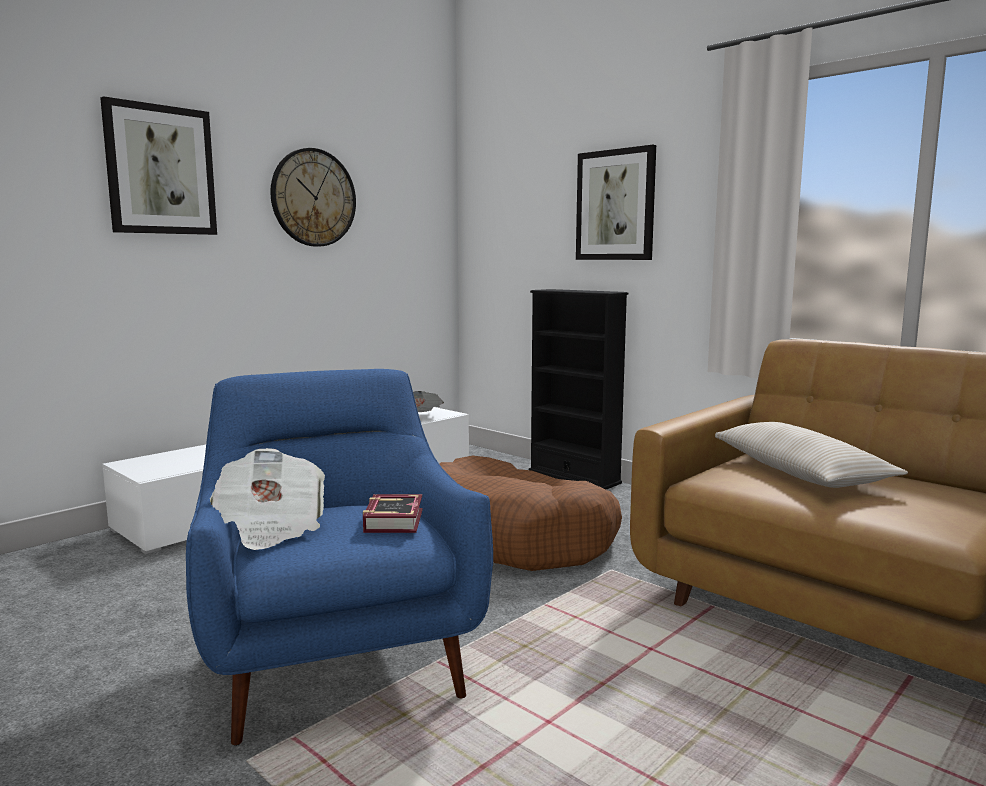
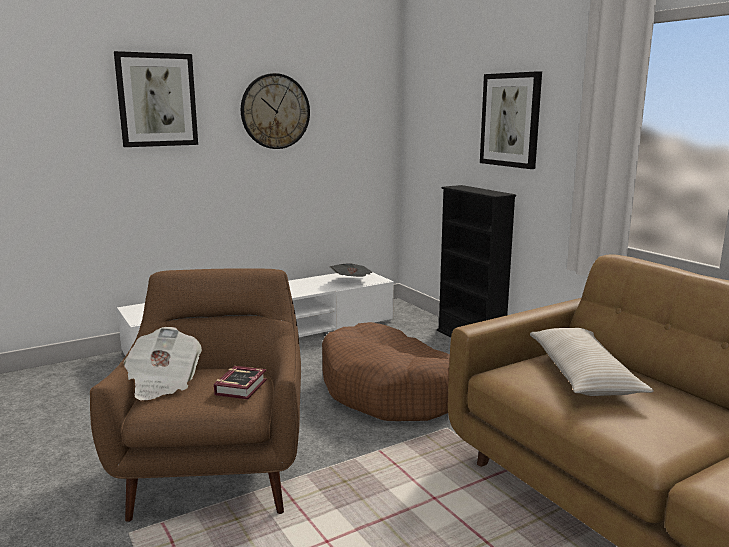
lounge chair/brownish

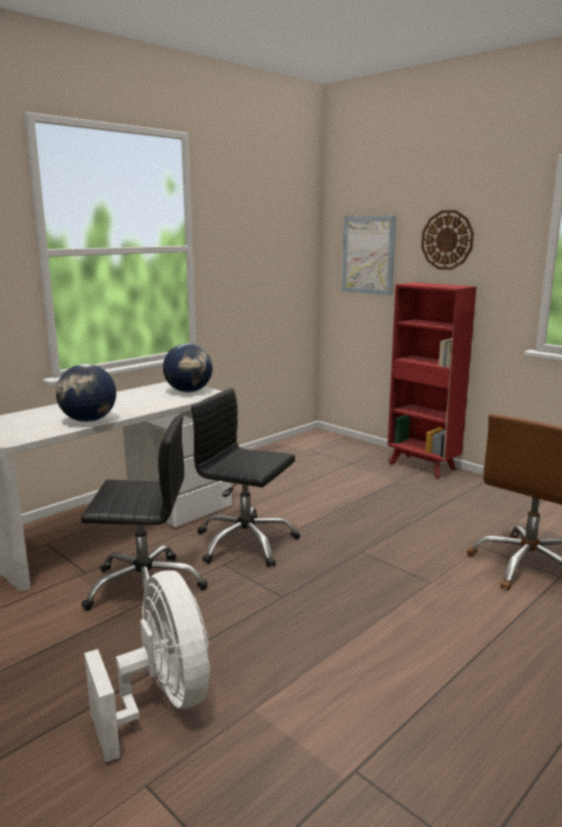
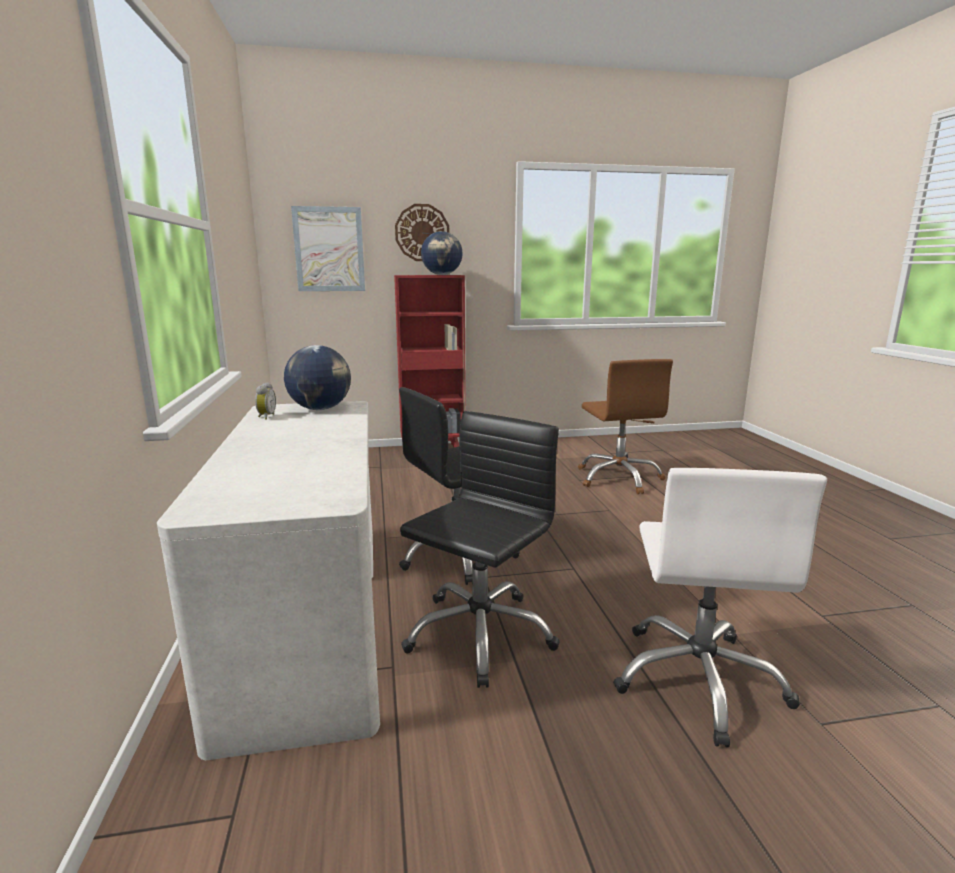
globe (2nd from left)
office chair/white
alarm clock

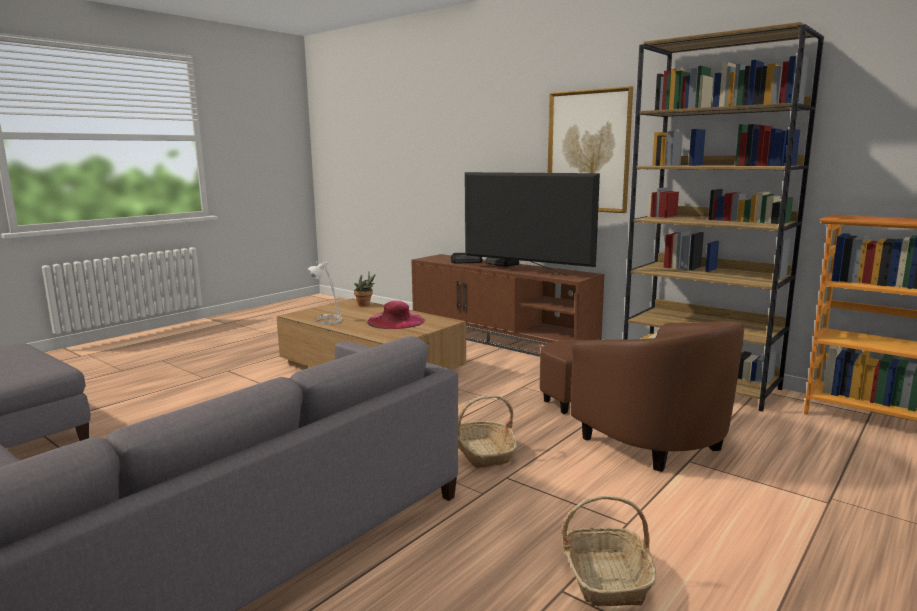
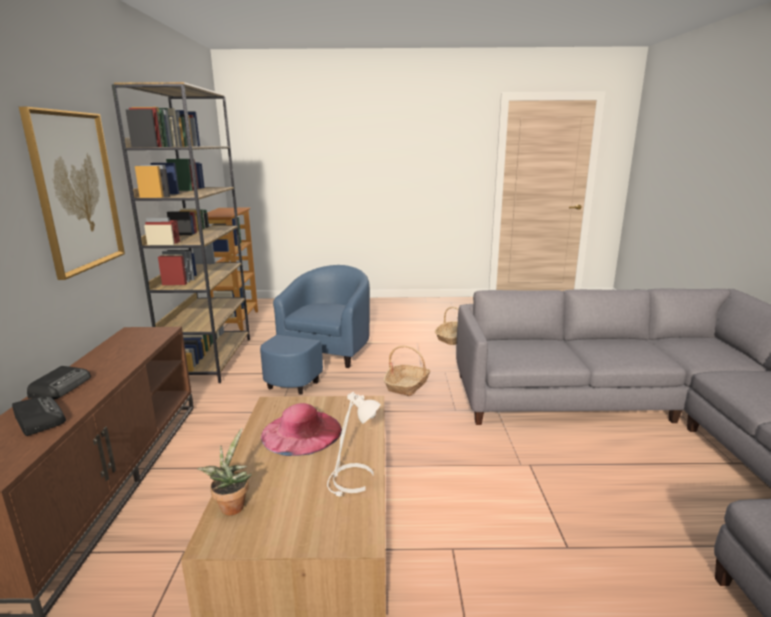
TV
lounge chair/blue

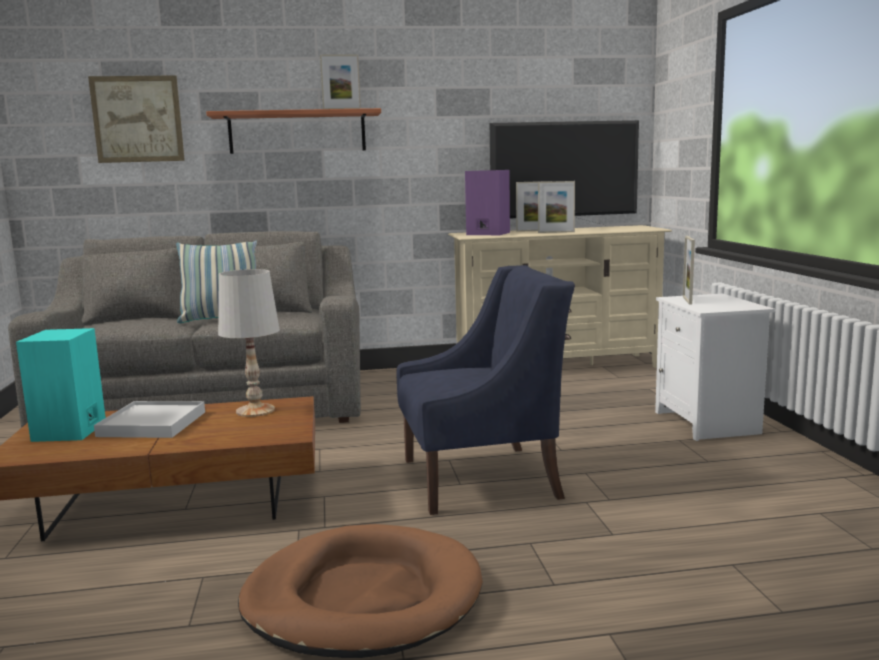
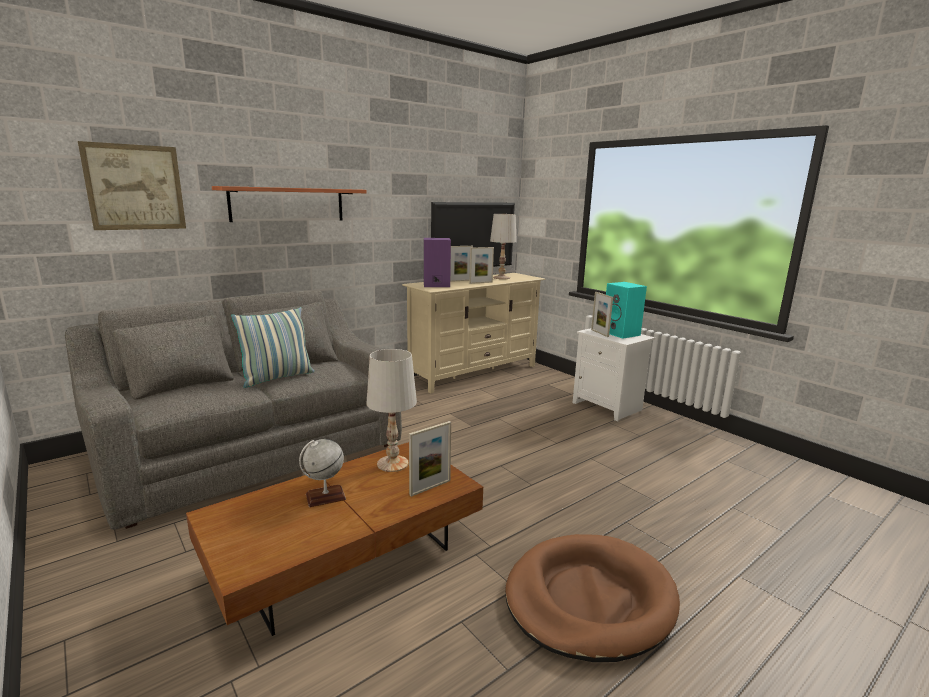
speaker/turquoise
globe
standing frame (1st from left)
lounge chair/blue
table lamp/white (2nd from left)

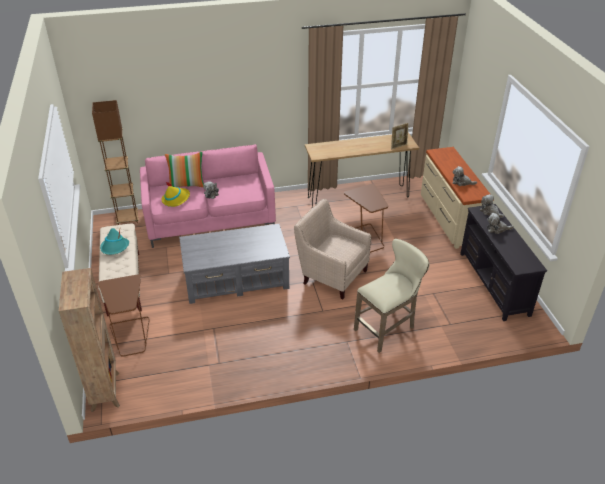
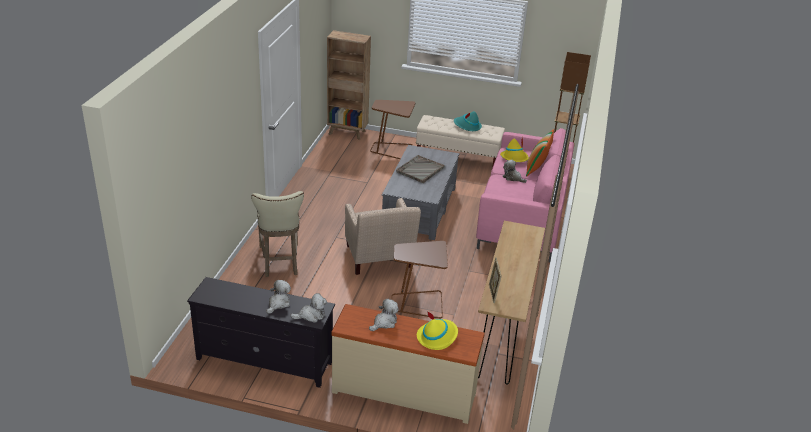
lounge chair/beige-coloured
carrying tray/grey
wearable hat/yellow-coloured (1st from left)

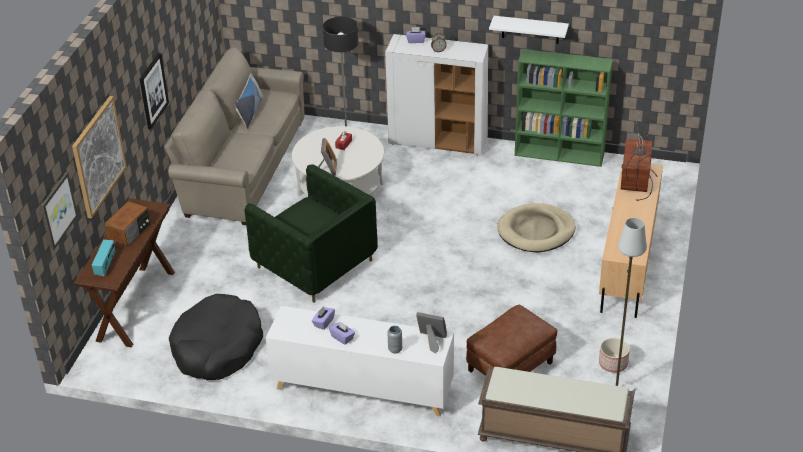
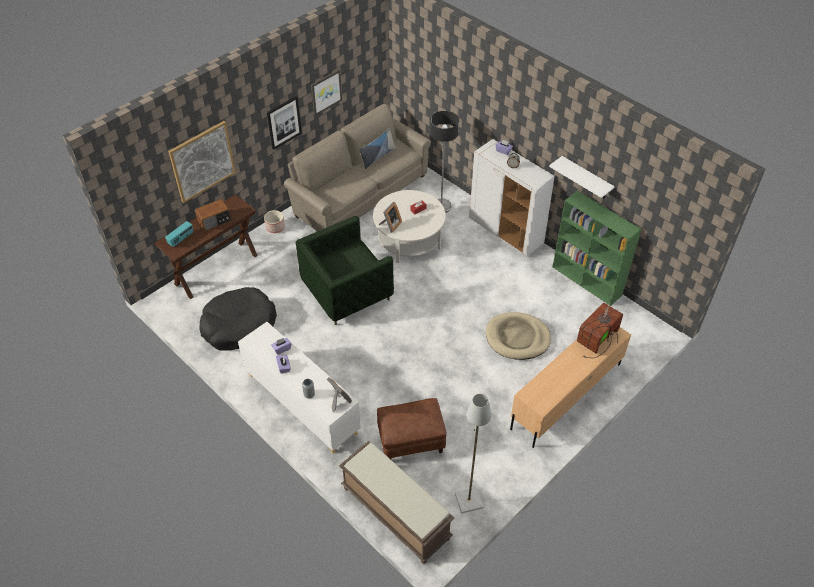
wall art (3rd from left)
lounge chair/greenish
plant pot

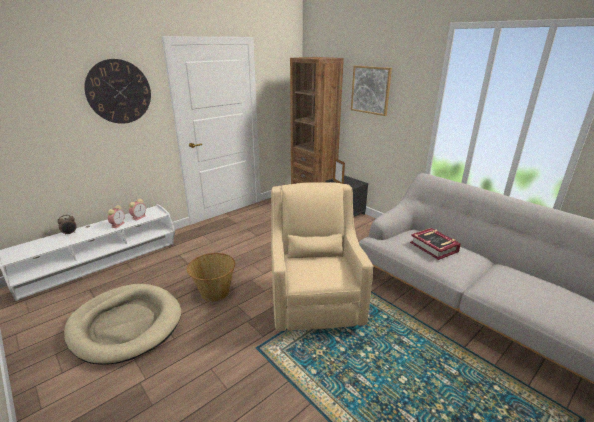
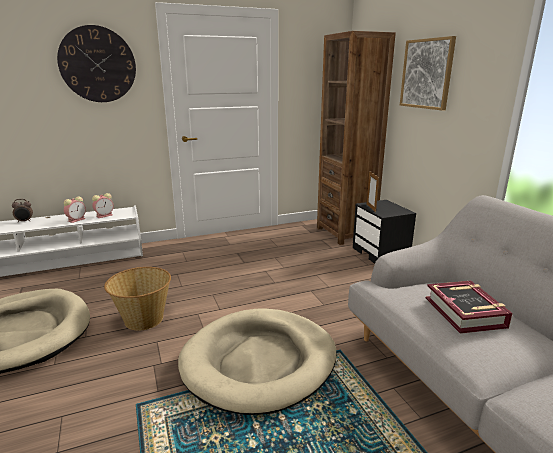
dog bed/beige-coloured (2nd from left)

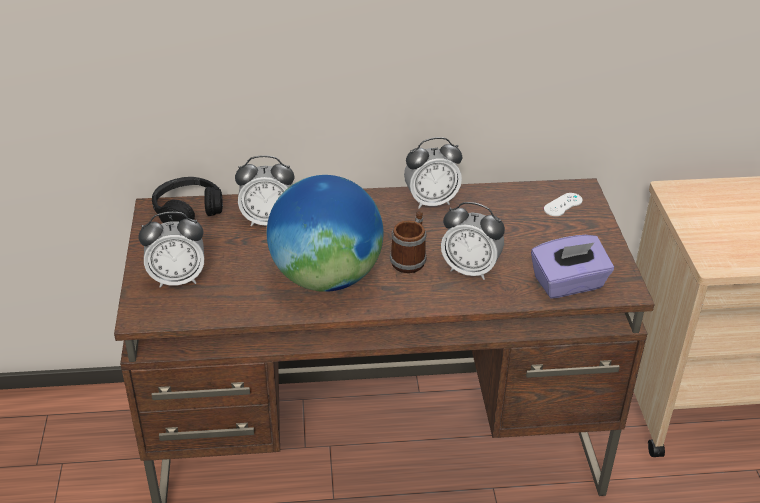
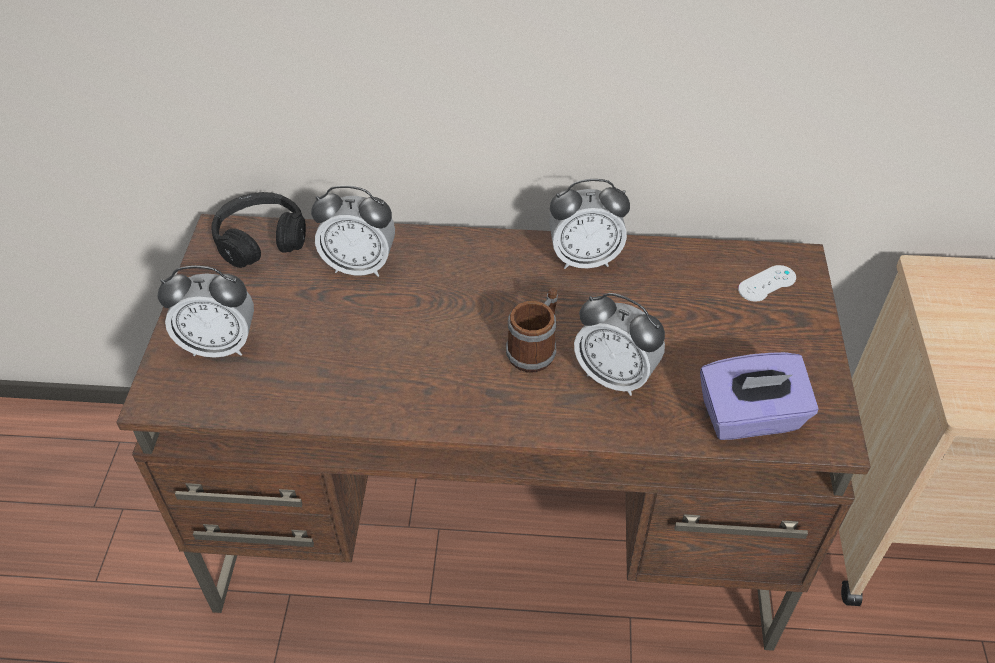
globe

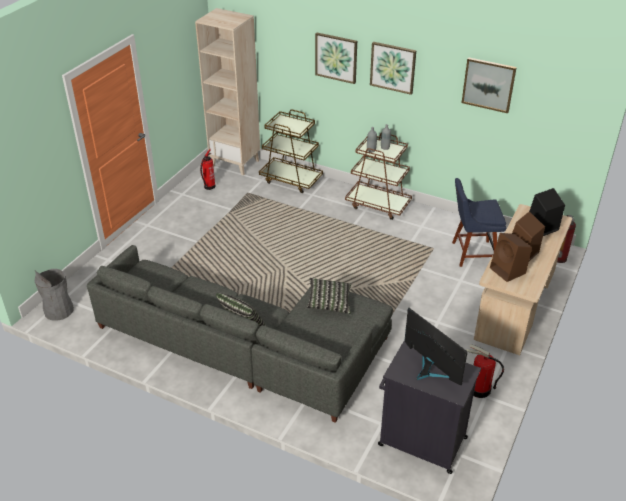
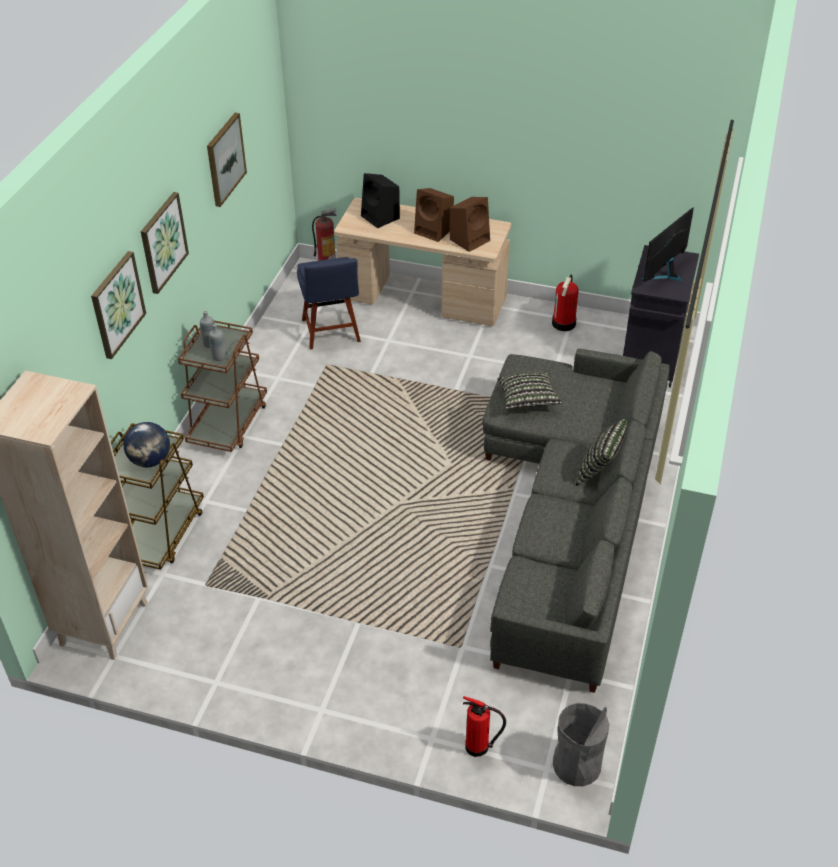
fire extinguisher (2nd from left)
globe

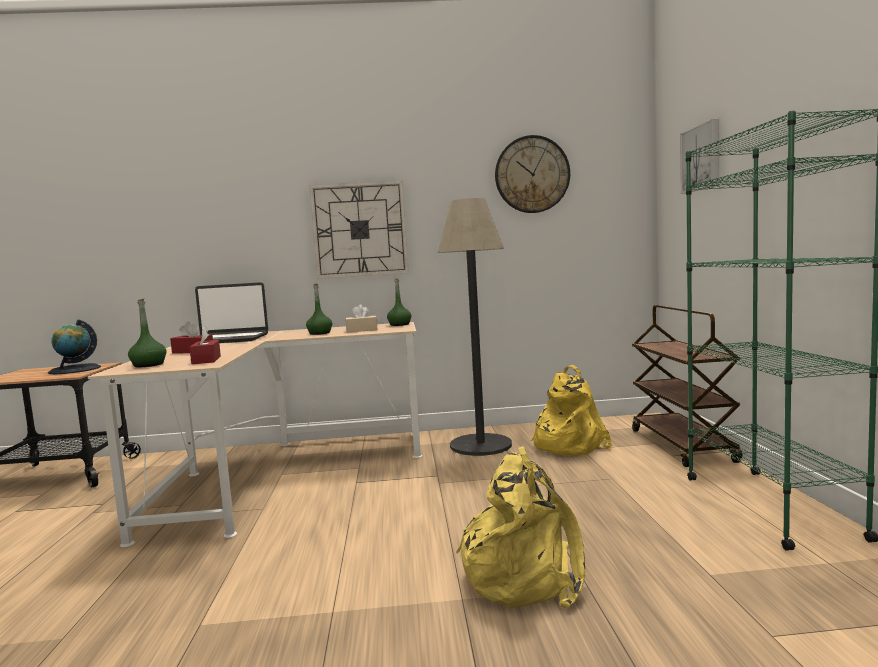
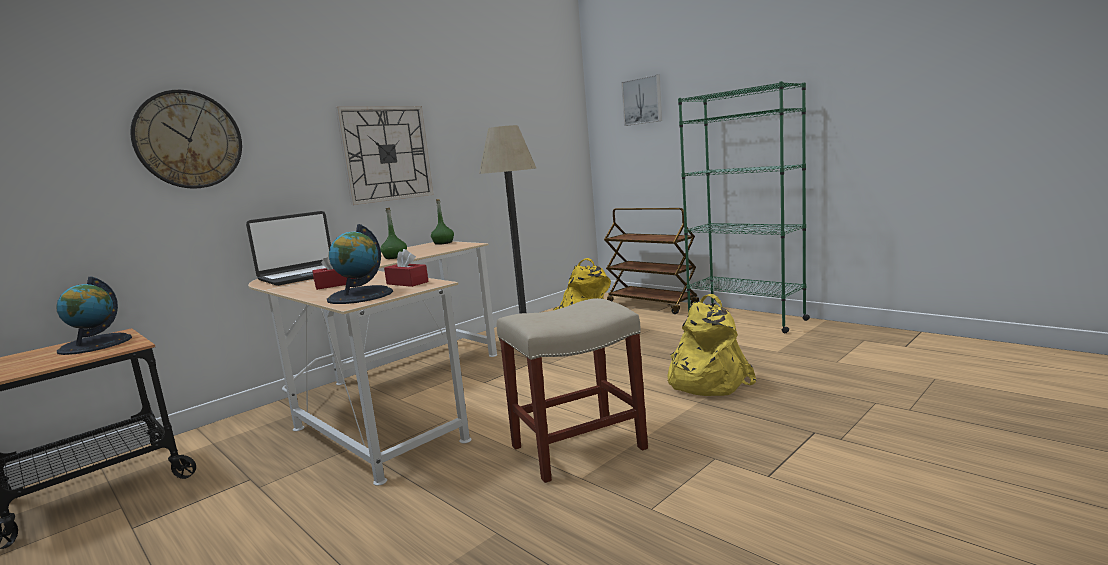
globe (2nd from left)
box of tissues/beige-coloured
wall clock (1st from left)
stool seat/beige-coloured

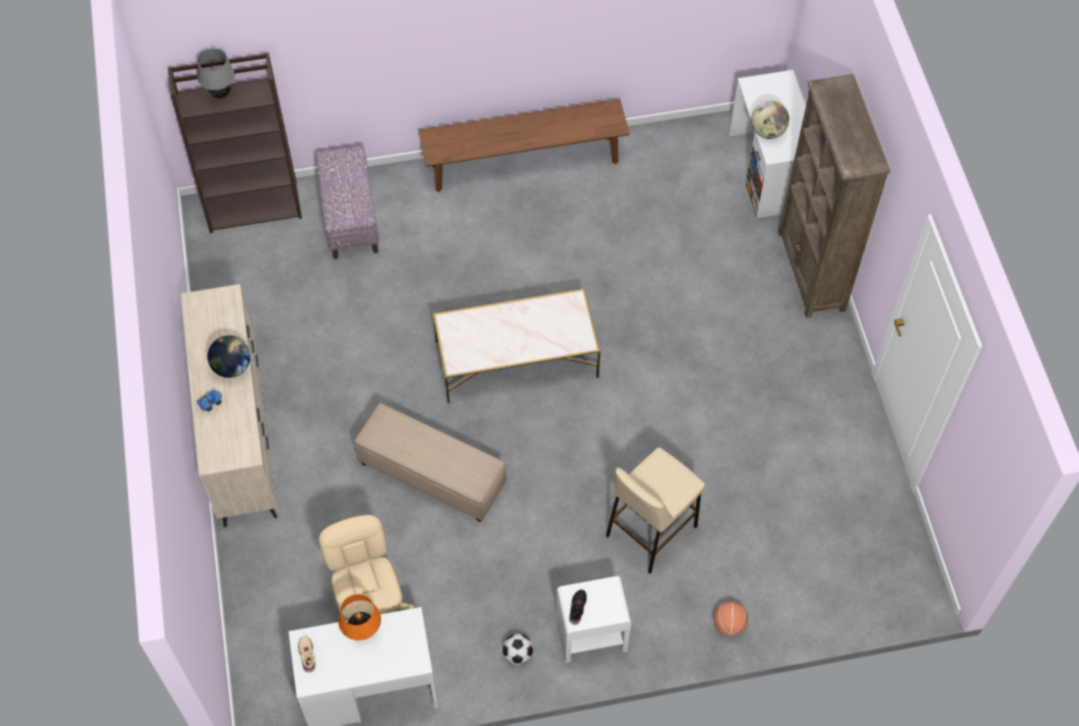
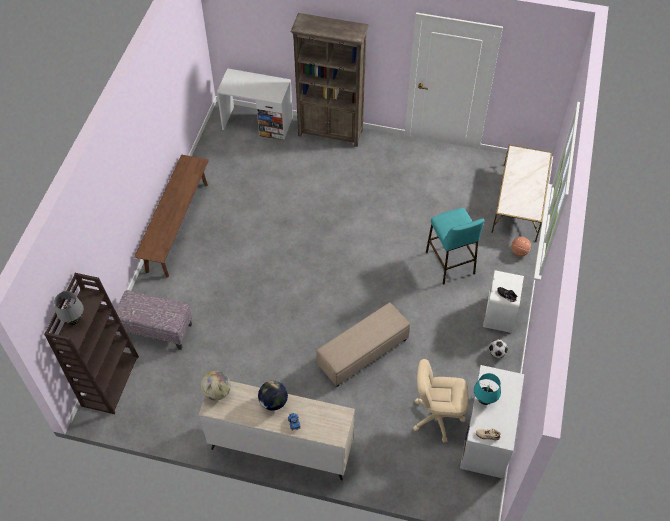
table lamp/turquoise
lounge table/white
stool seat/turquoise
globe (1st from left)

